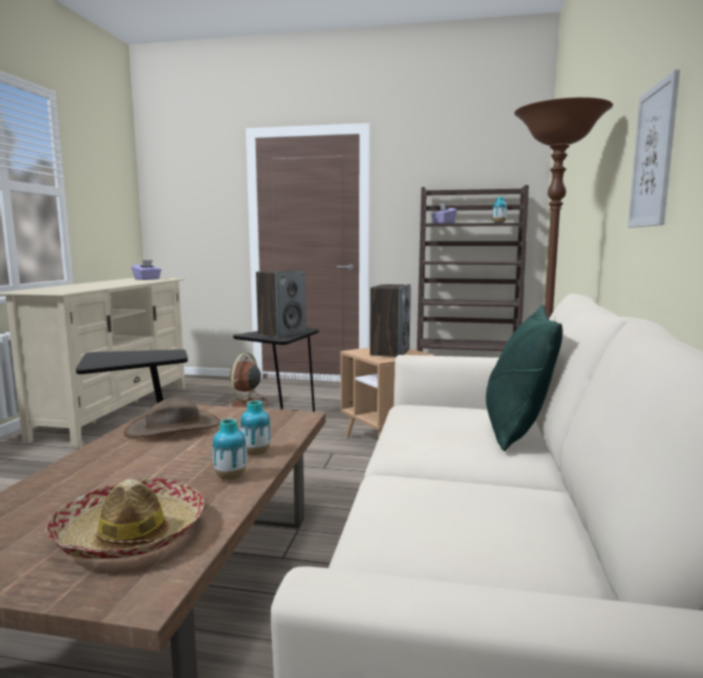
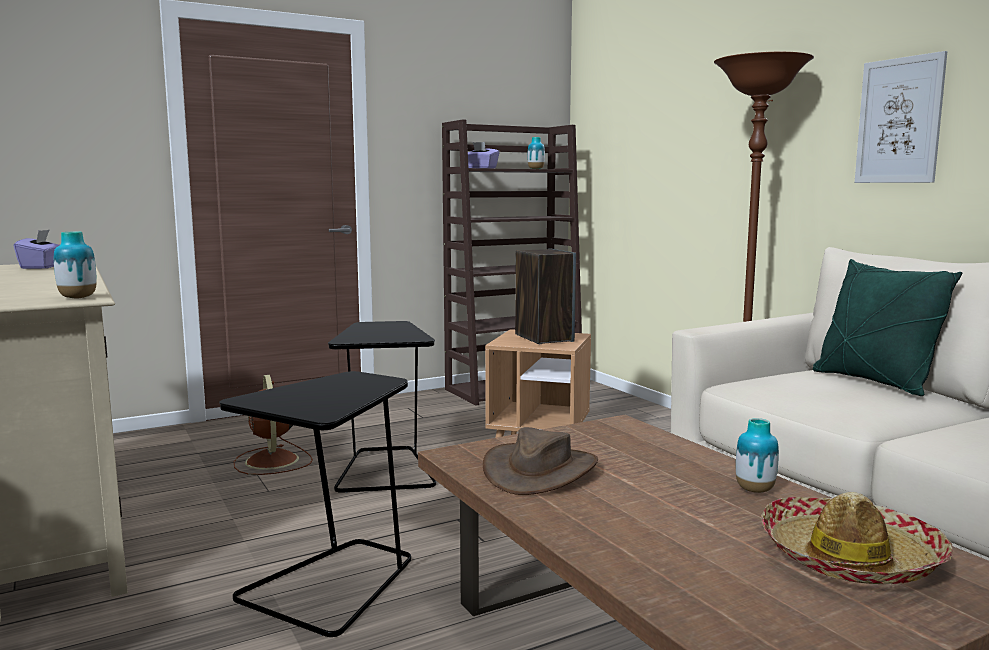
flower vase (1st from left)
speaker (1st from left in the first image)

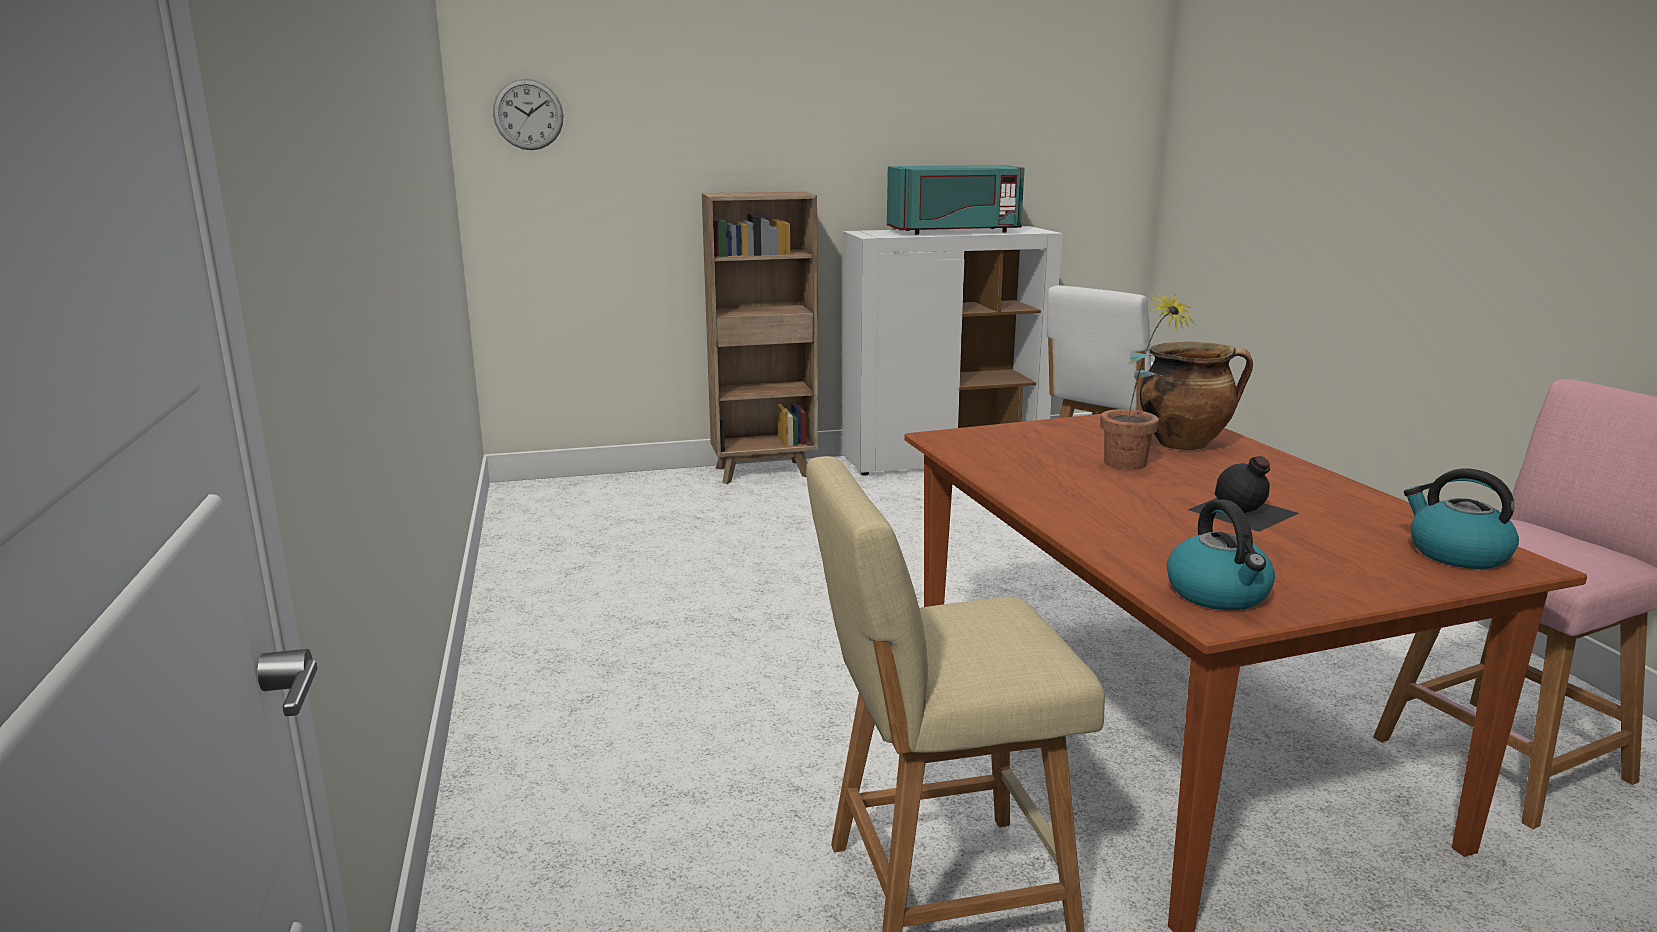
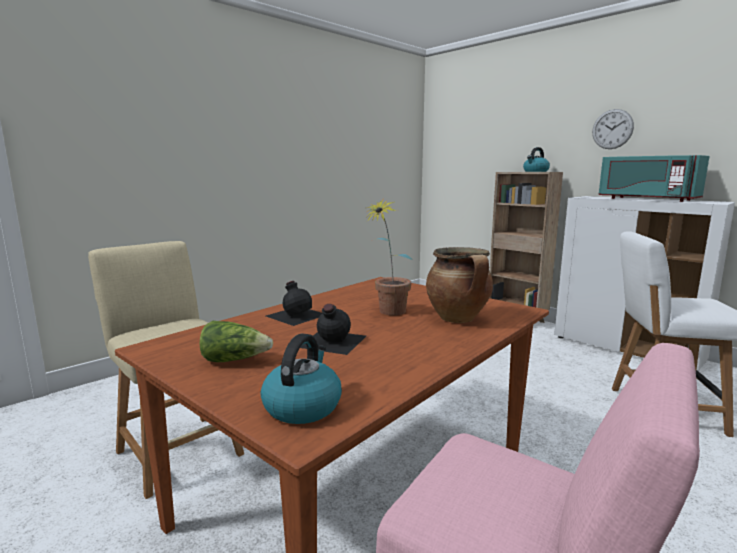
wall clock
kettle (2nd from left)
lettuce
bottle/black-coloured (1st from left)

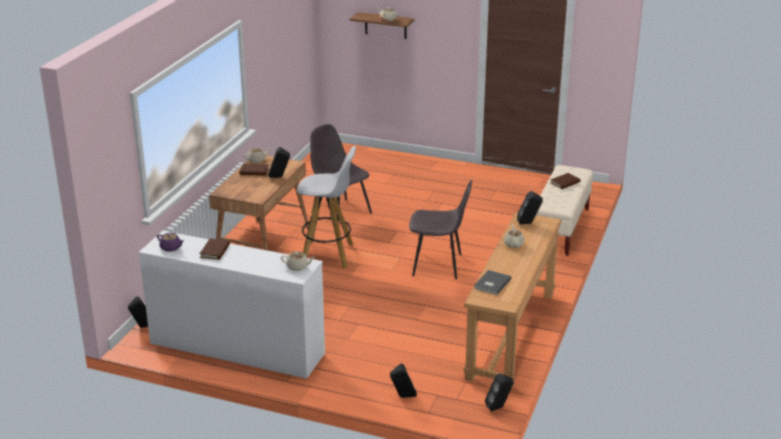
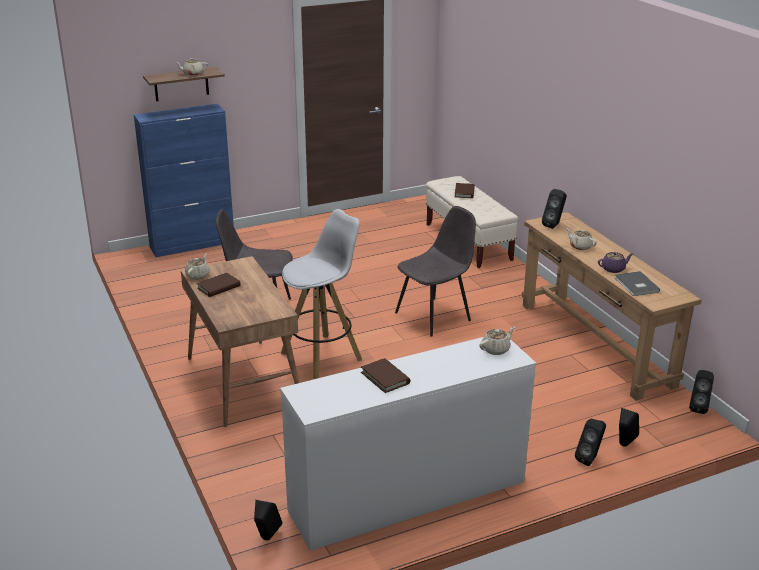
tea pot/purplish
speaker/black-coloured (3rd from left)
cabinet/blue

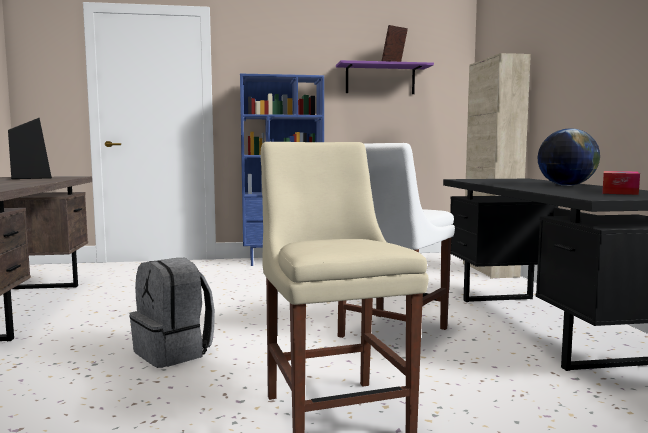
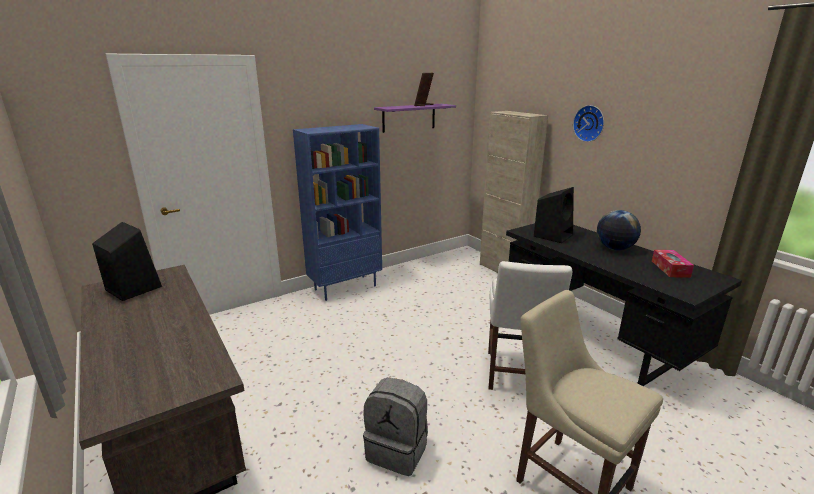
speaker/black-coloured (2nd from left)
wall clock

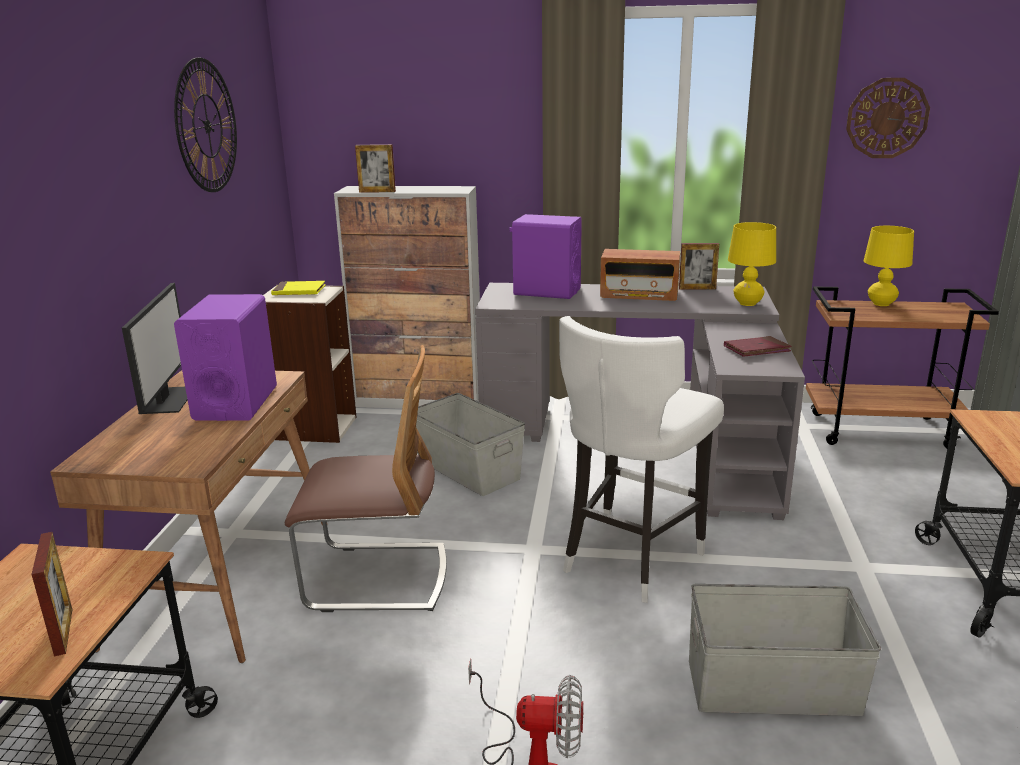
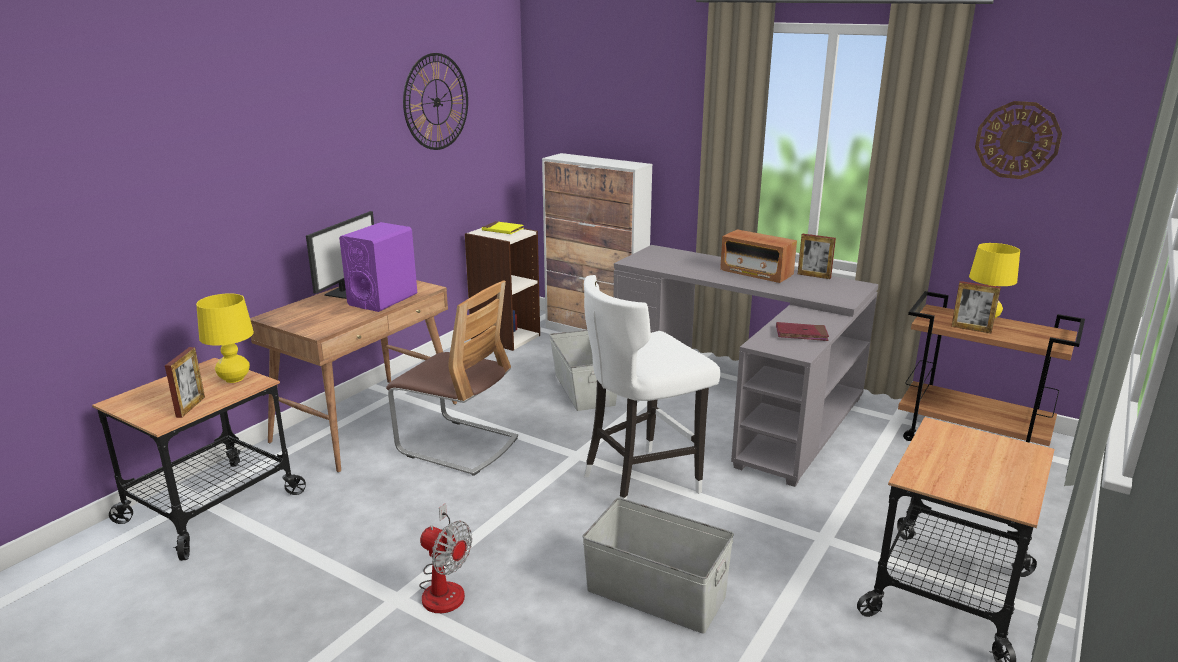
standing frame (3rd from left)
speaker/purplish (2nd from left in the first image)
table lamp/yellow-coloured (1st from left)

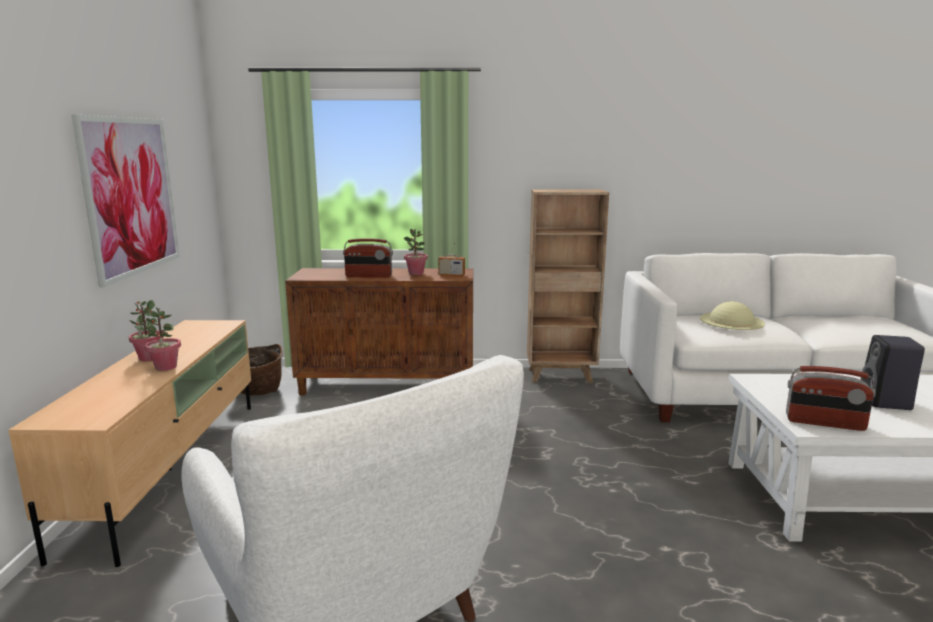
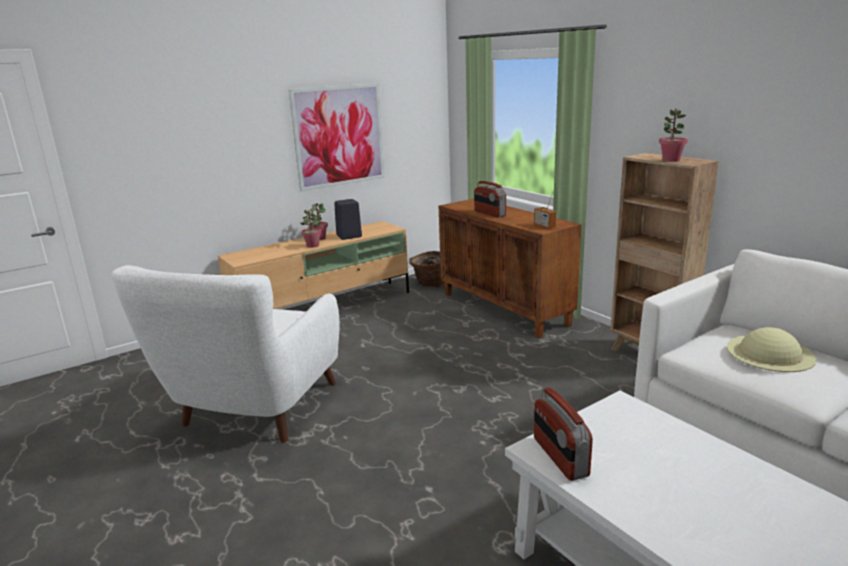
houseplant (3rd from left)
speaker/black-coloured

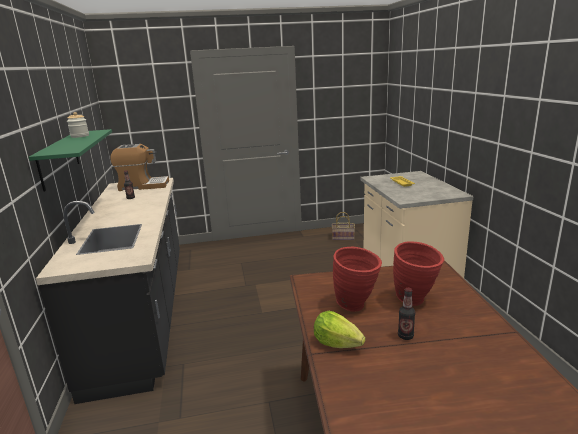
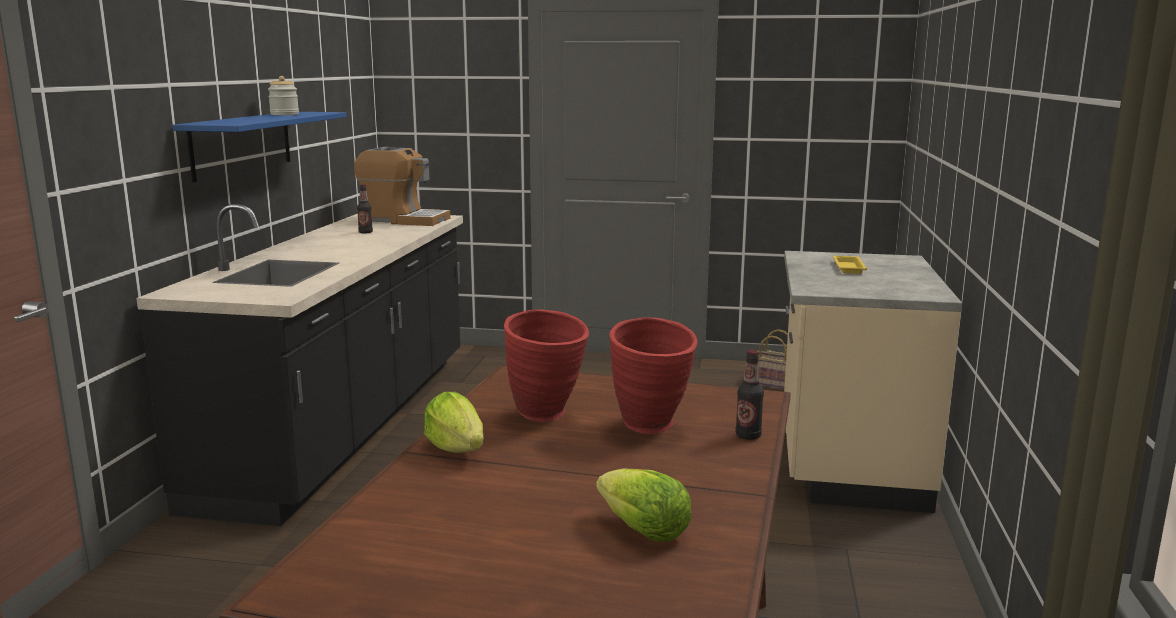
wall shelf/blue
bottle (2nd from left)
lettuce (2nd from left)

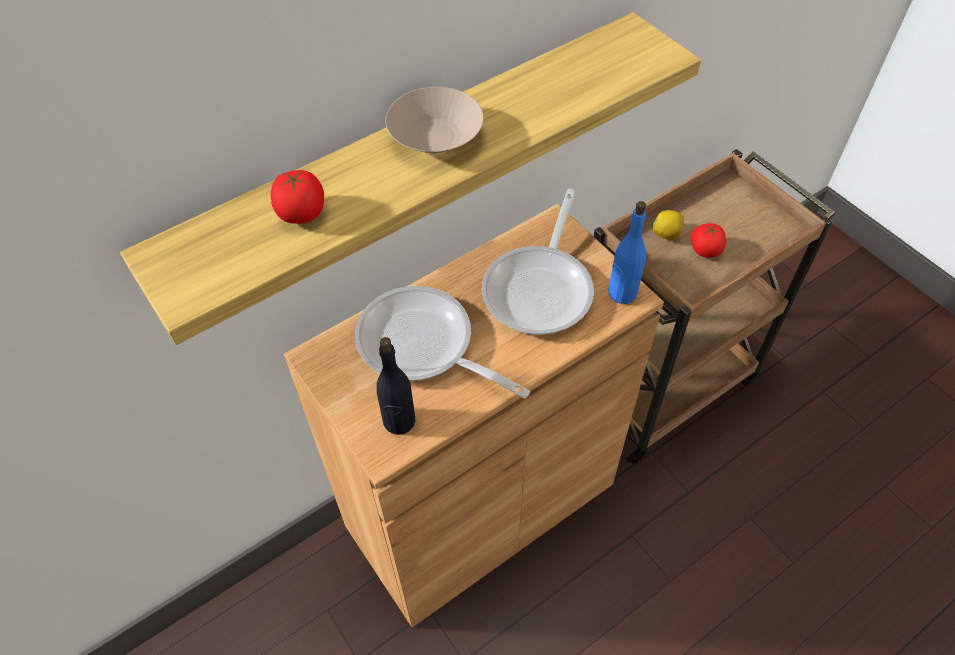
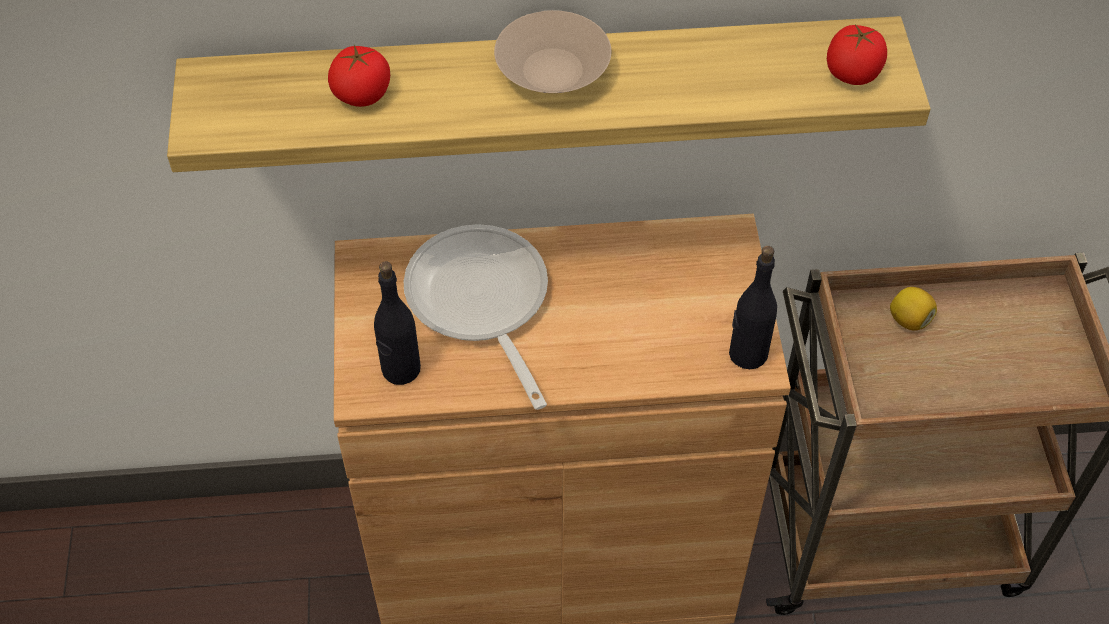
pan (2nd from left in the first image)
bottle/black-coloured (2nd from left)
whole tomato (2nd from left)

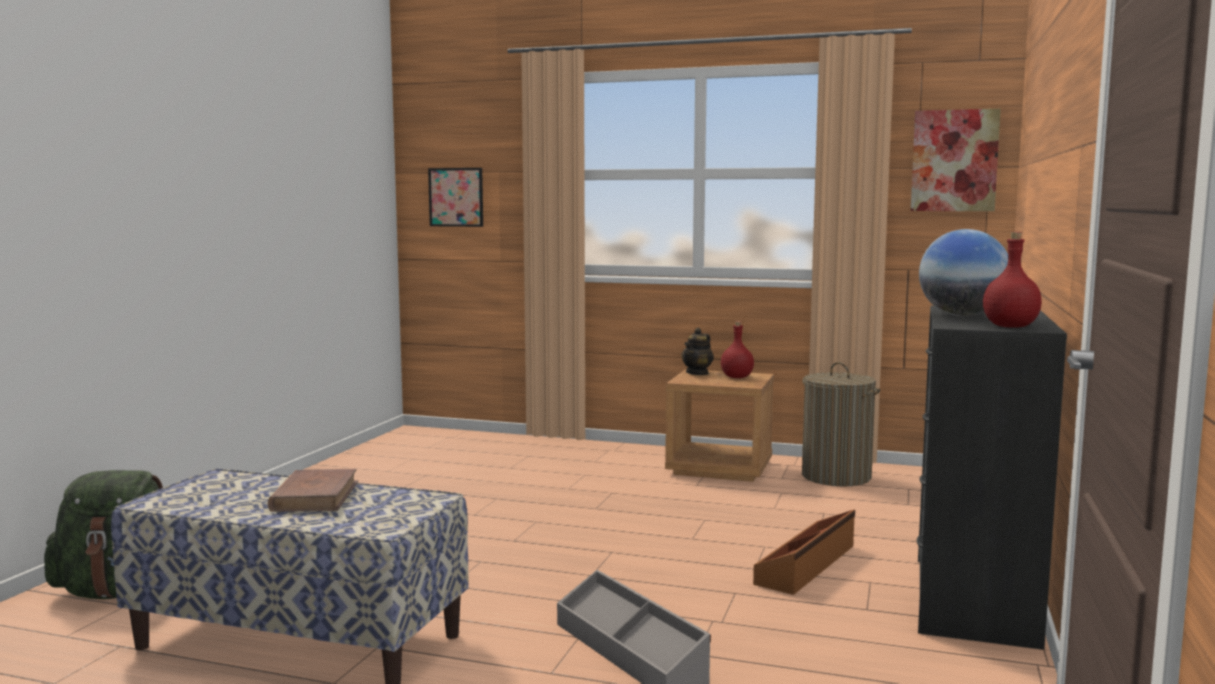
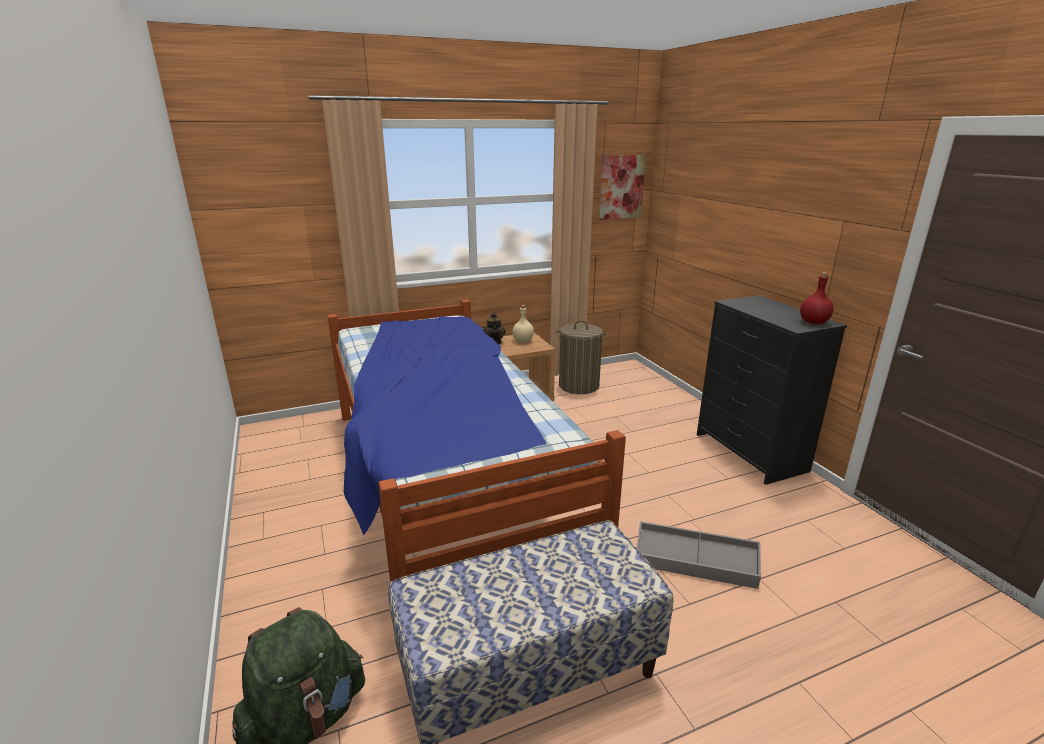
bound book/brownish
wall art (1st from left in the first image)
bottle/beige-coloured
storage container/brownish
globe
sleeping bed

